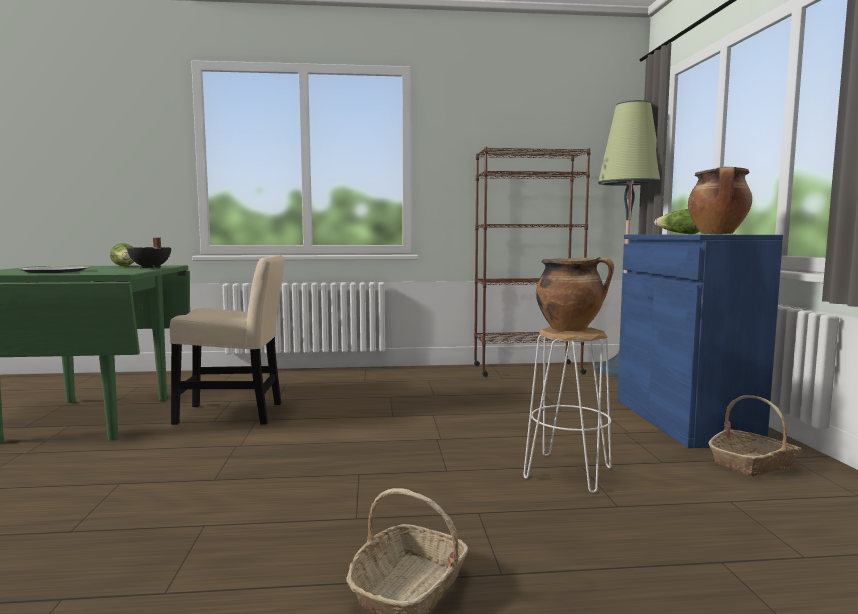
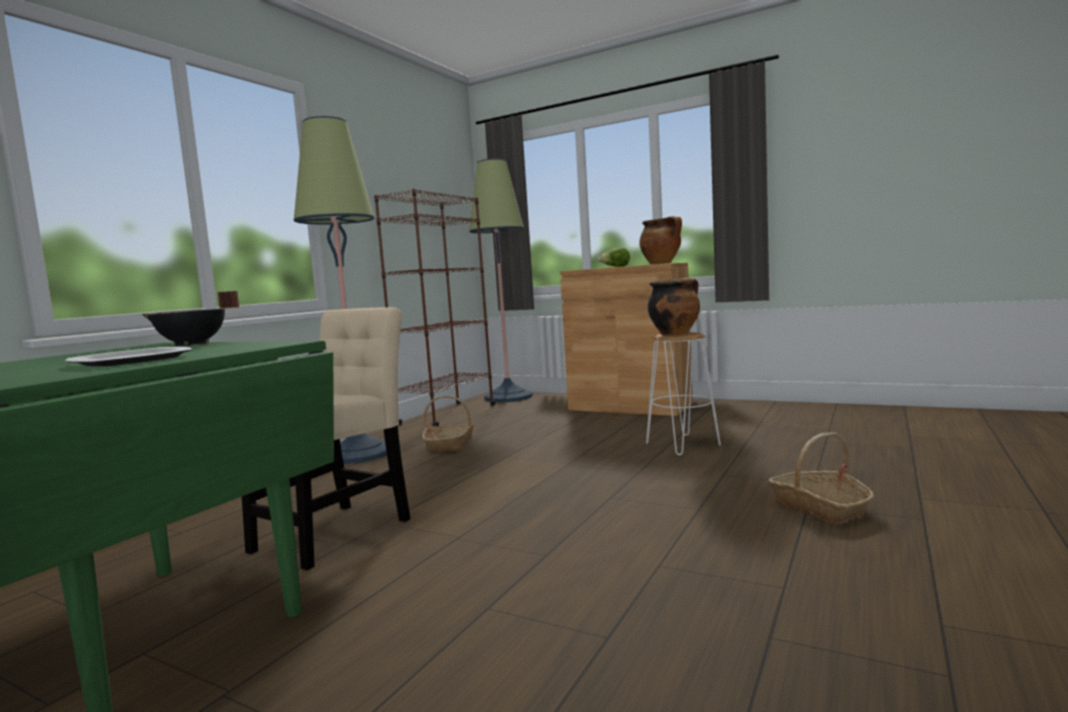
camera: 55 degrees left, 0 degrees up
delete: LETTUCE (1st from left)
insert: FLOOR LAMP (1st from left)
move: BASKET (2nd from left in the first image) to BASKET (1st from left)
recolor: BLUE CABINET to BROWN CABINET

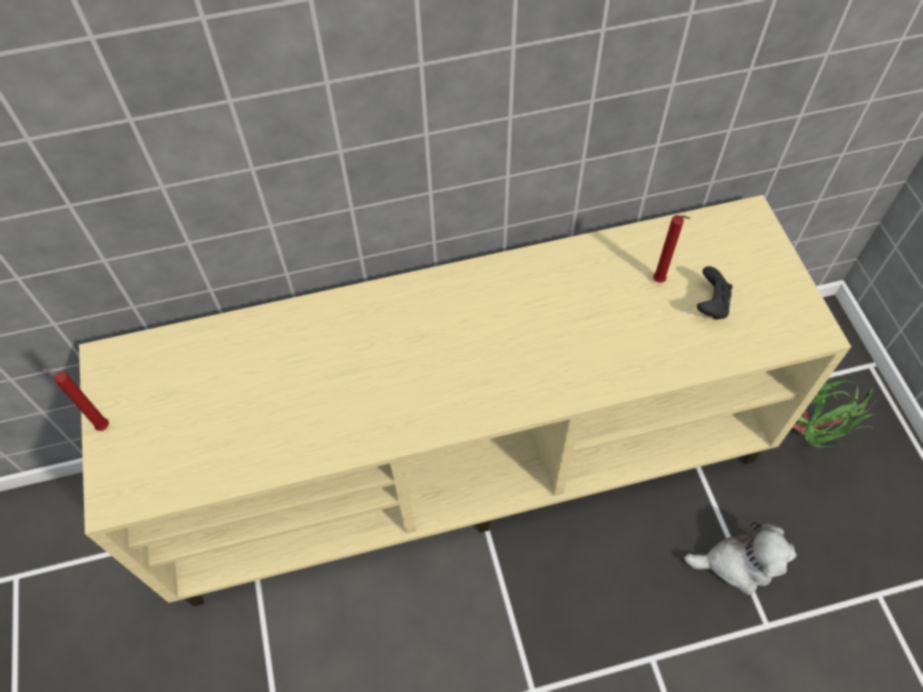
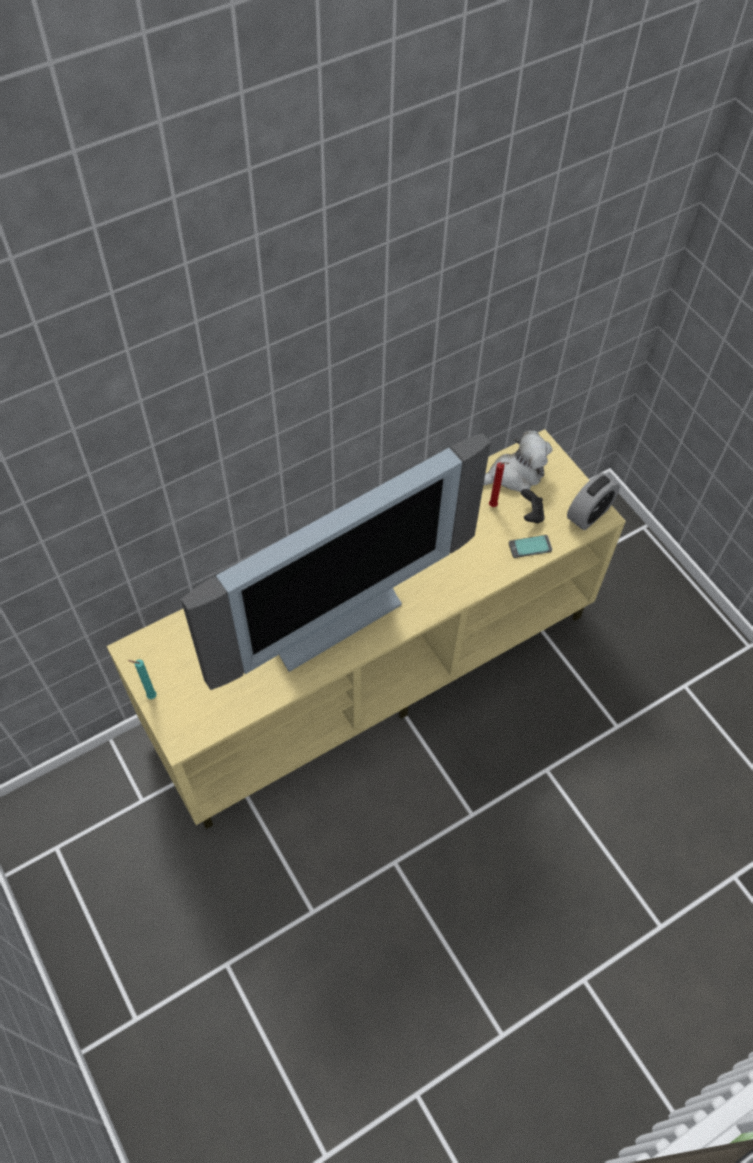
camera: 20 degrees left, 0 degrees up
delete: POTTED PLANT
insert: TELEVISION; PHONE; ALARM CLOCK
move: PLUSH TOY
recolor: RED CANDLE (1st from left) to TURQUOISE CANDLE

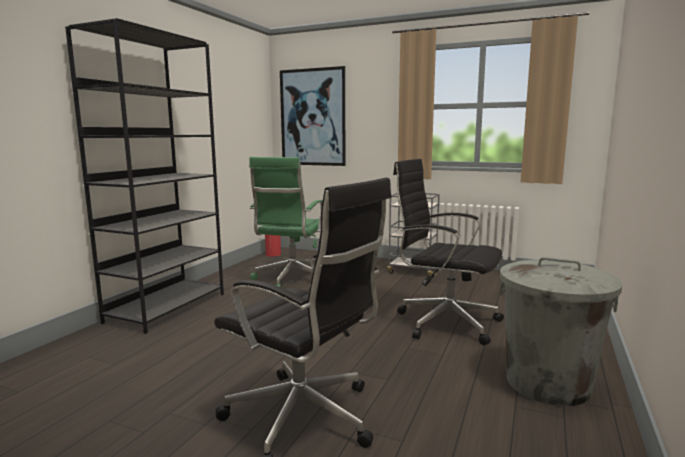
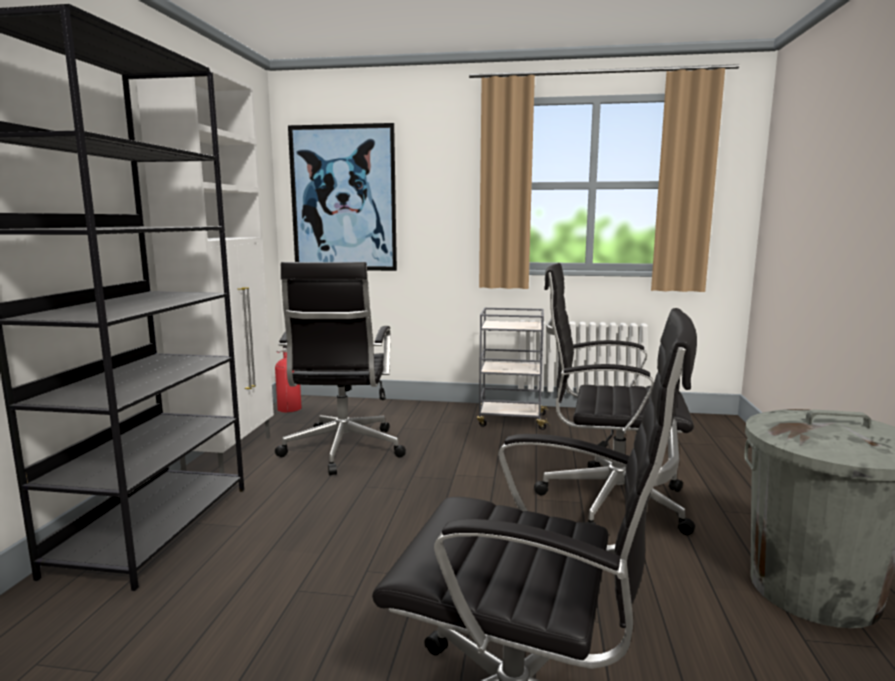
camera: 15 degrees left, 0 degrees up
insert: WHITE CABINET
recolor: GREEN OFFICE CHAIR to BLACK OFFICE CHAIR (1st from left)

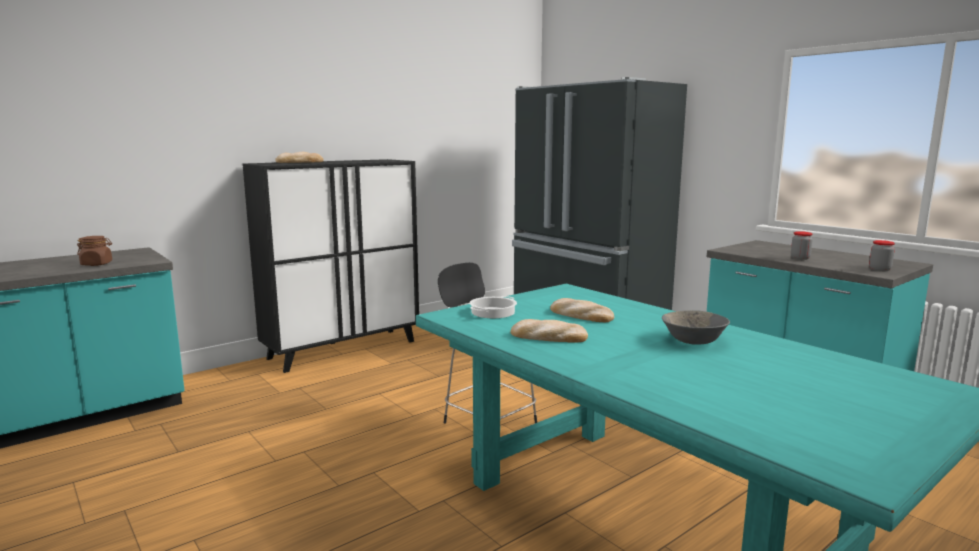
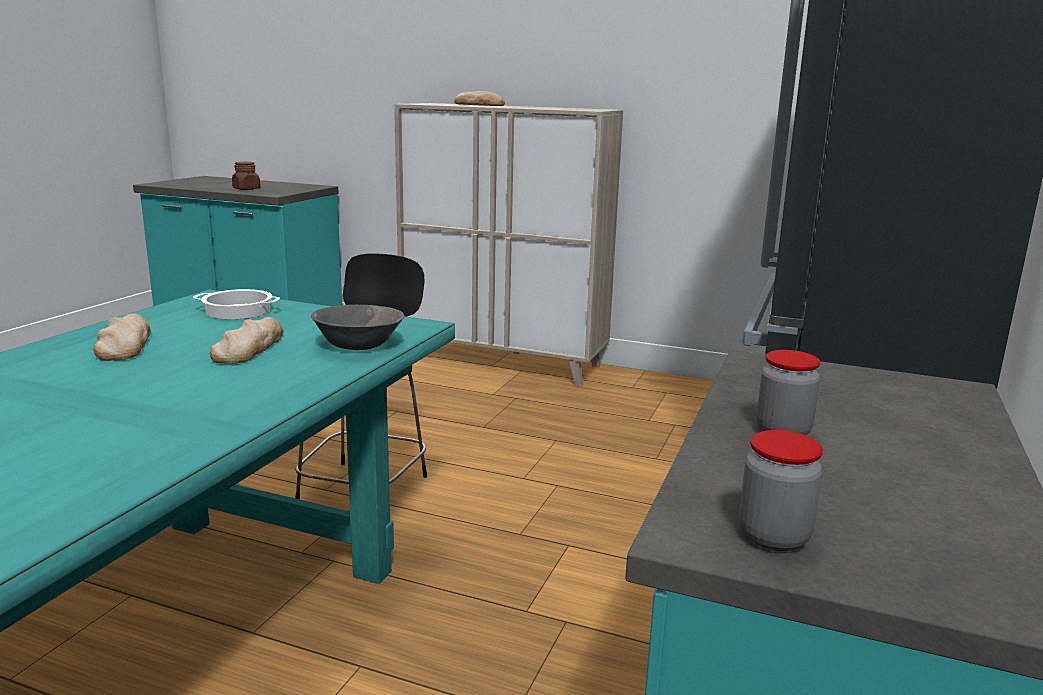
camera: 60 degrees right, 5 degrees up
move: GREY BOWL
recolor: BLACK CABINET to BEIGE CABINET

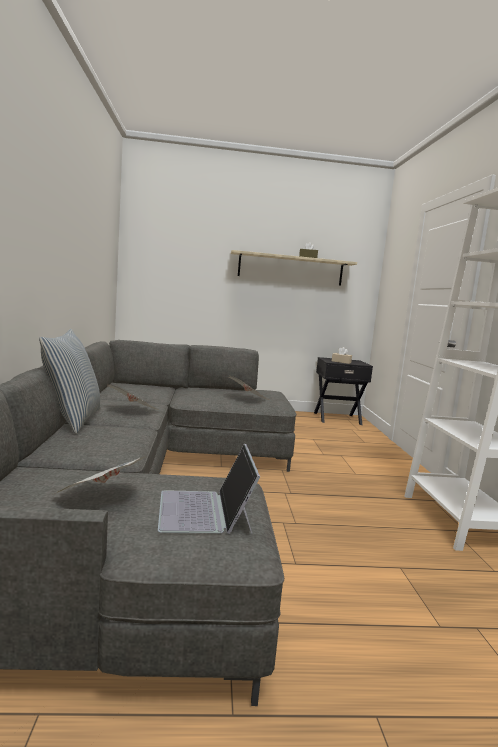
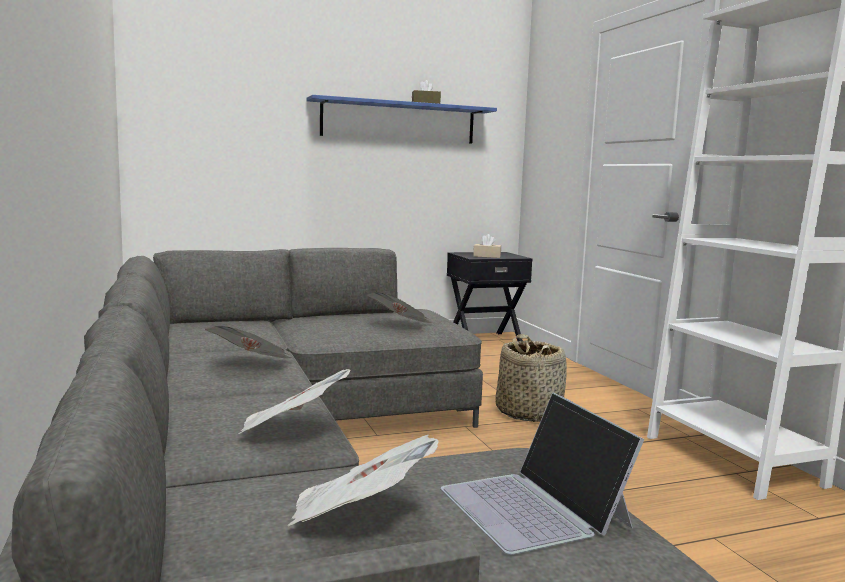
camera: 15 degrees left, 0 degrees up
delete: PILLOW
insert: NEWSPAPER (2nd from left); BASKET
recolor: BEIGE SHELF to BLUE SHELF

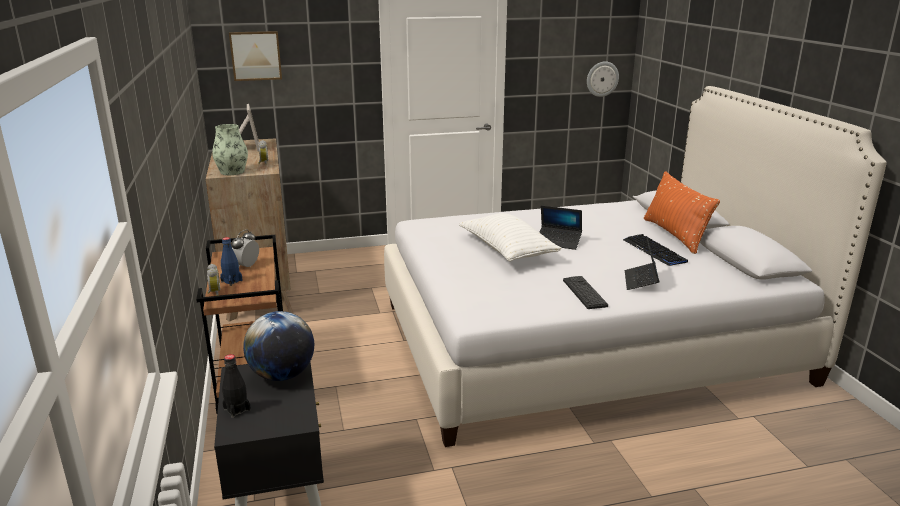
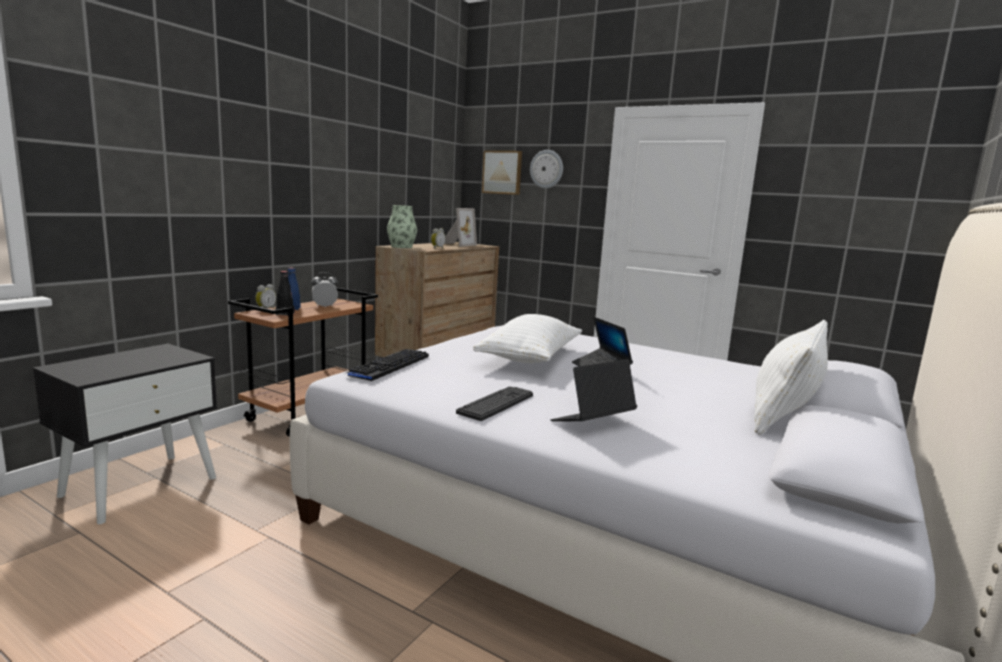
camera: 45 degrees right, 10 degrees down
delete: GLOBE
move: BLACK BOTTLE; WALL CLOCK; KEYBOARD (2nd from left in the first image) to KEYBOARD (1st from left)
recolor: ORANGE PILLOW to WHITE PILLOW (2nd from left)

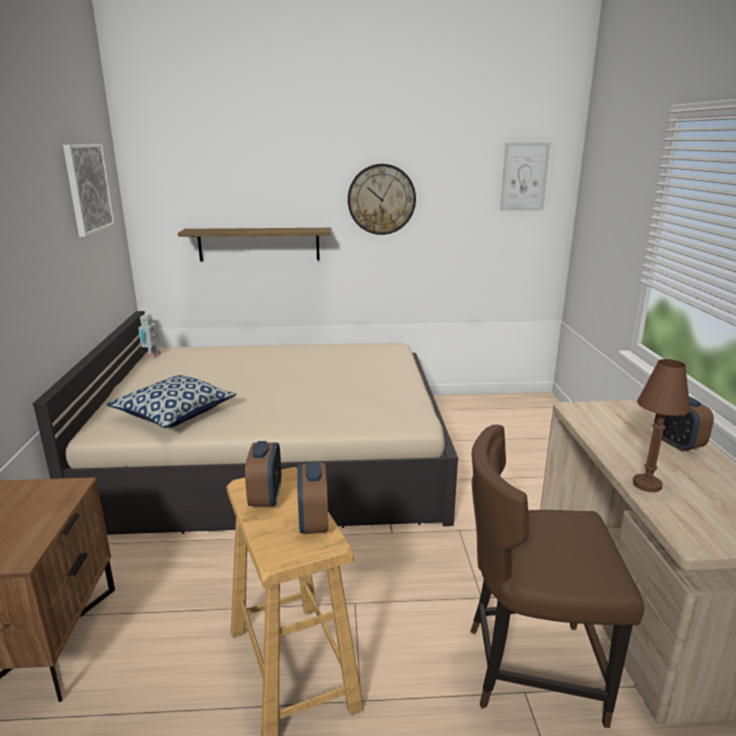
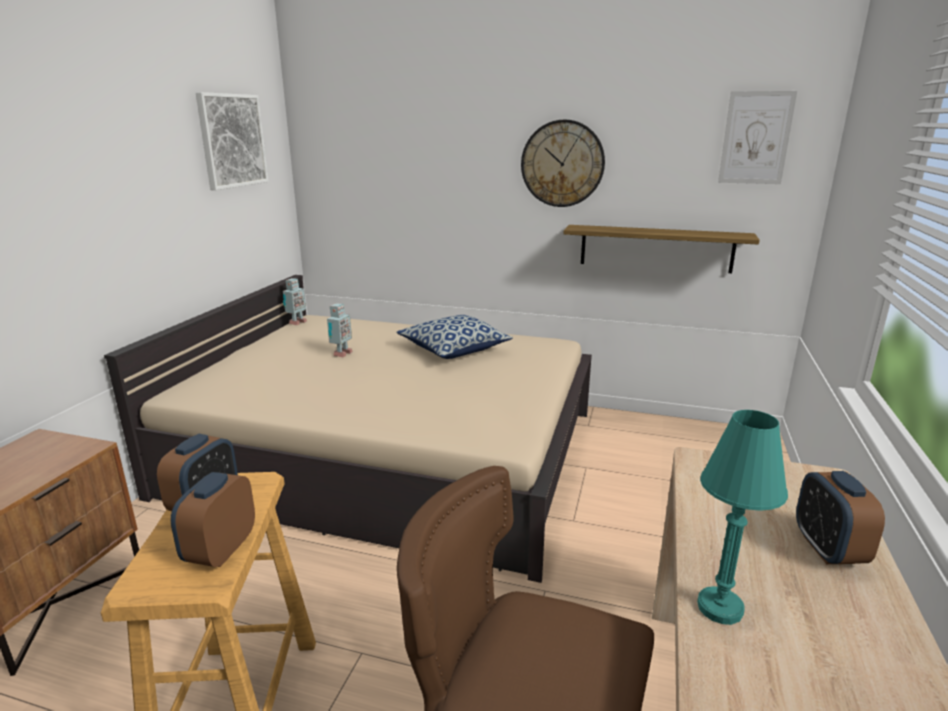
camera: 20 degrees right, 0 degrees up
insert: TOY ROBOT (2nd from left)
move: PILLOW; SHELF
recolor: BROWN TABLE LAMP to TURQUOISE TABLE LAMP

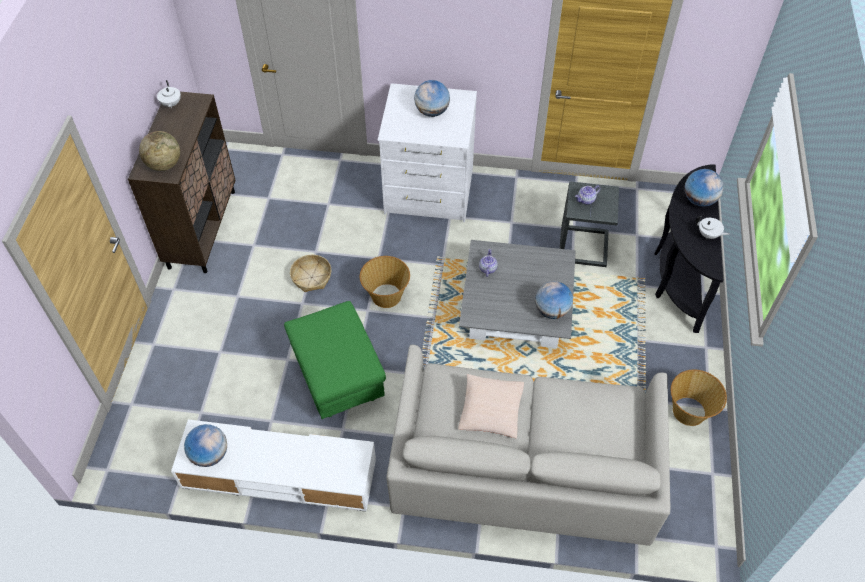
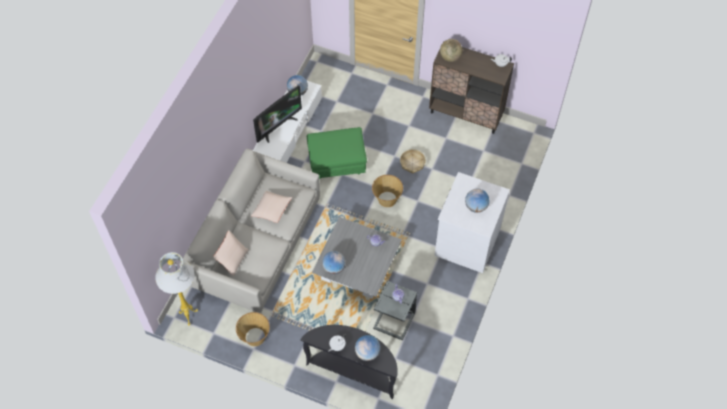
camera: 105 degrees right, 5 degrees up
insert: WHITE FLOOR LAMP; BEIGE PILLOW (1st from left); TELEVISION

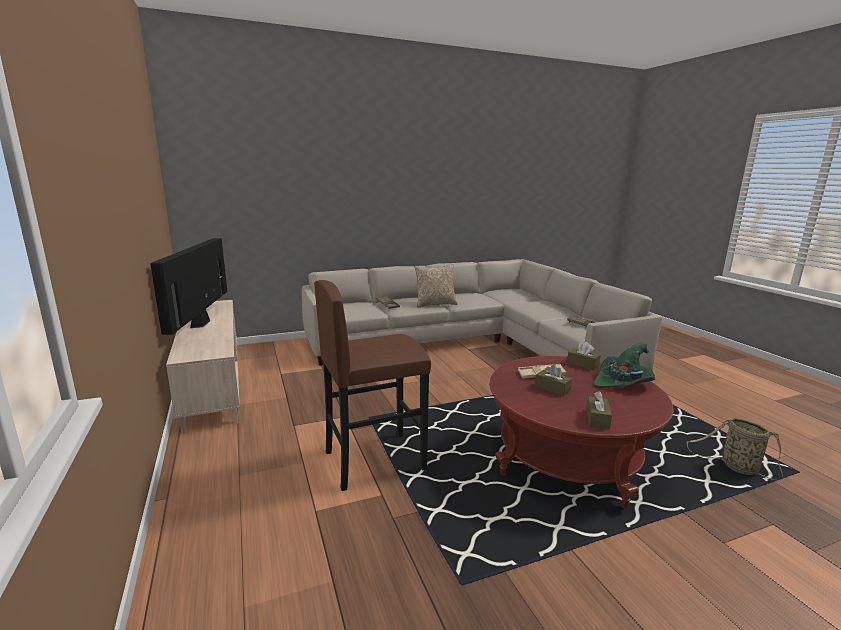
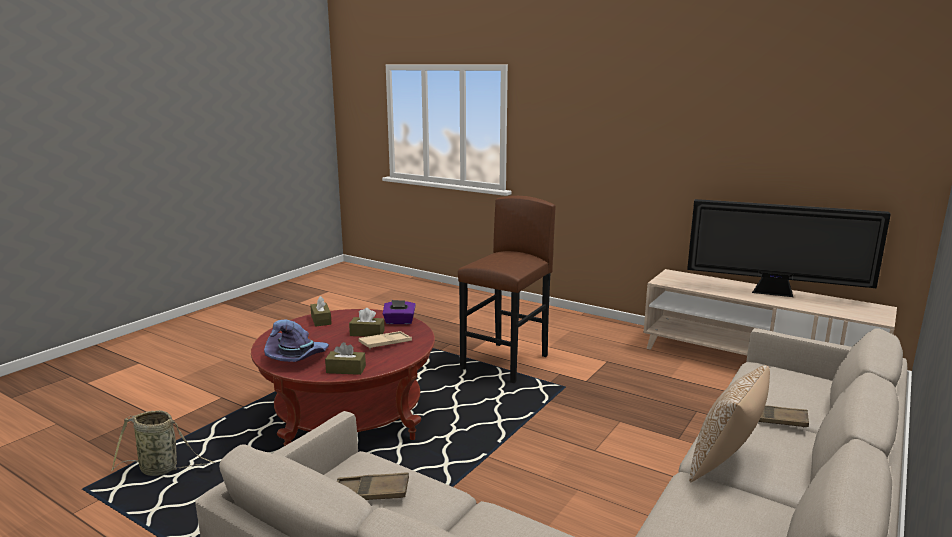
camera: 145 degrees right, 0 degrees up
insert: PURPLE TISSUE BOX
recolor: GREEN HAT to PURPLE HAT
rotate: TELEVISION 150 degrees clockwise

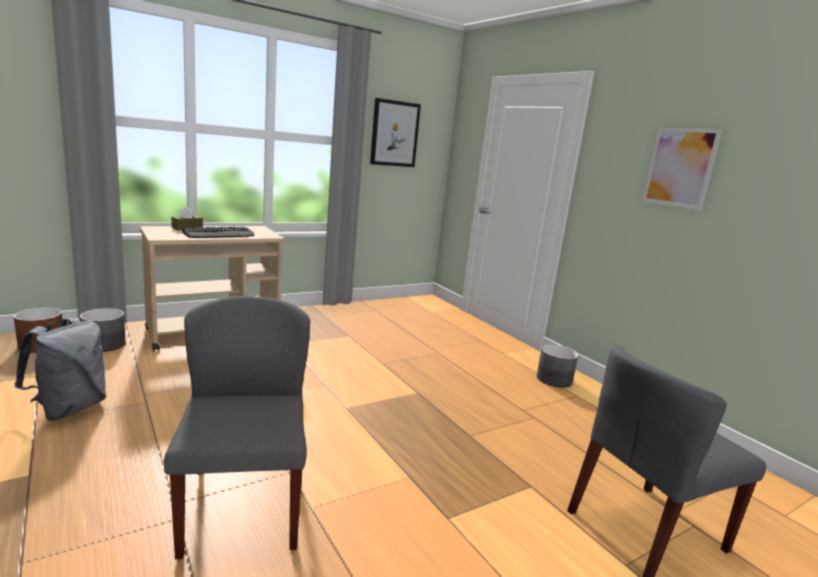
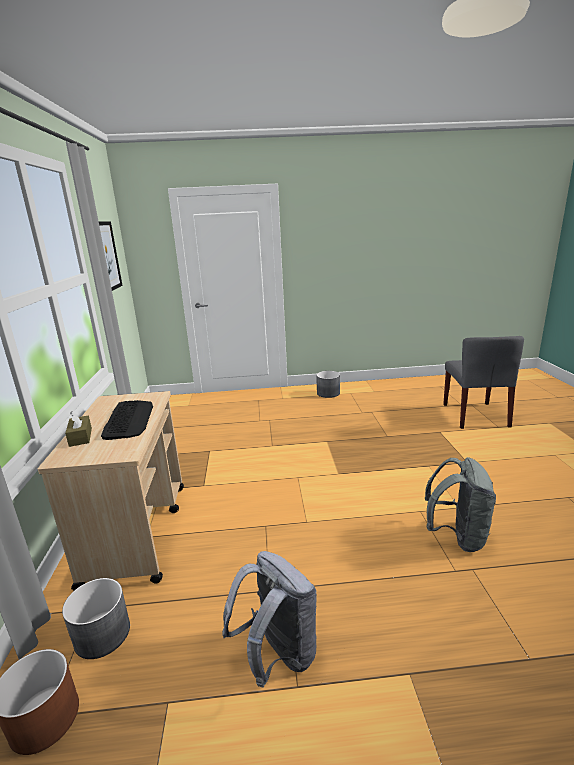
camera: 60 degrees left, 5 degrees up
delete: PICTURE (2nd from left)
replace: GREY CHAIR (1st from left) to GREY BACKPACK (2nd from left)

